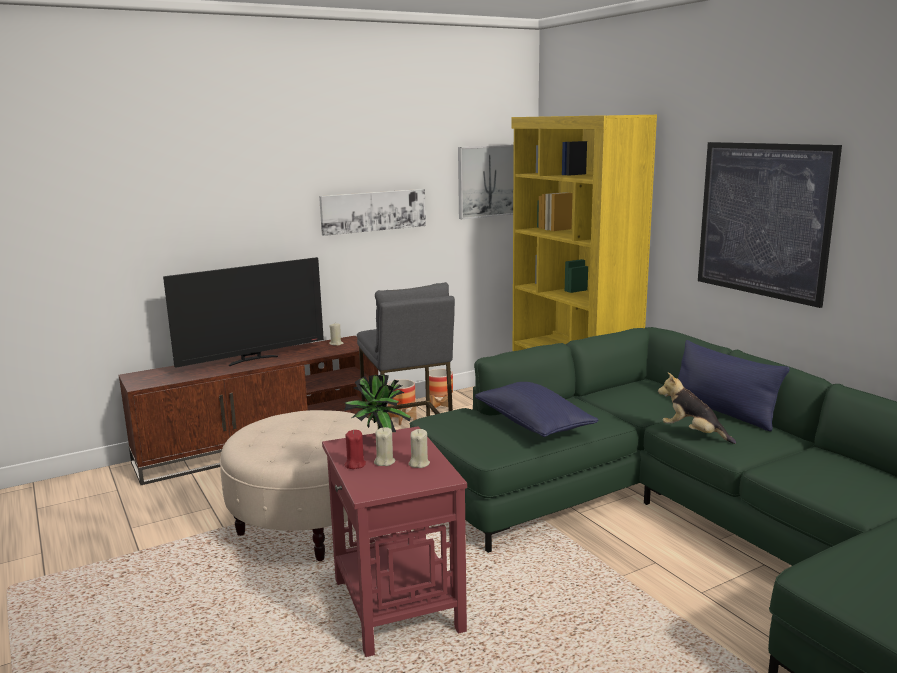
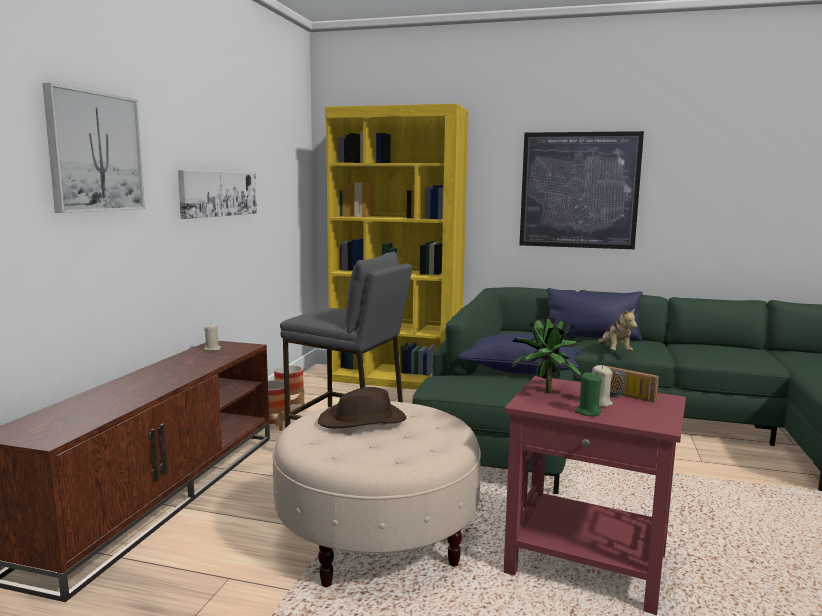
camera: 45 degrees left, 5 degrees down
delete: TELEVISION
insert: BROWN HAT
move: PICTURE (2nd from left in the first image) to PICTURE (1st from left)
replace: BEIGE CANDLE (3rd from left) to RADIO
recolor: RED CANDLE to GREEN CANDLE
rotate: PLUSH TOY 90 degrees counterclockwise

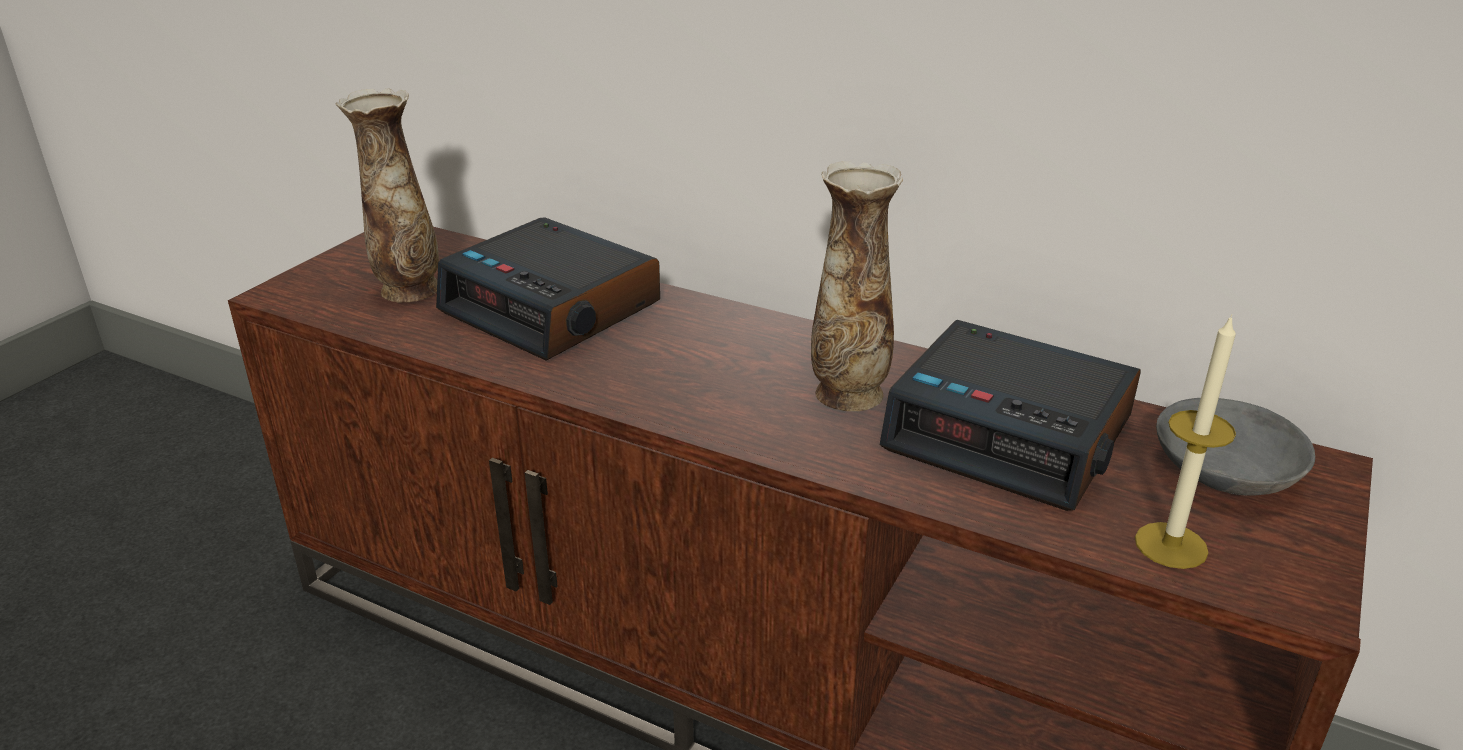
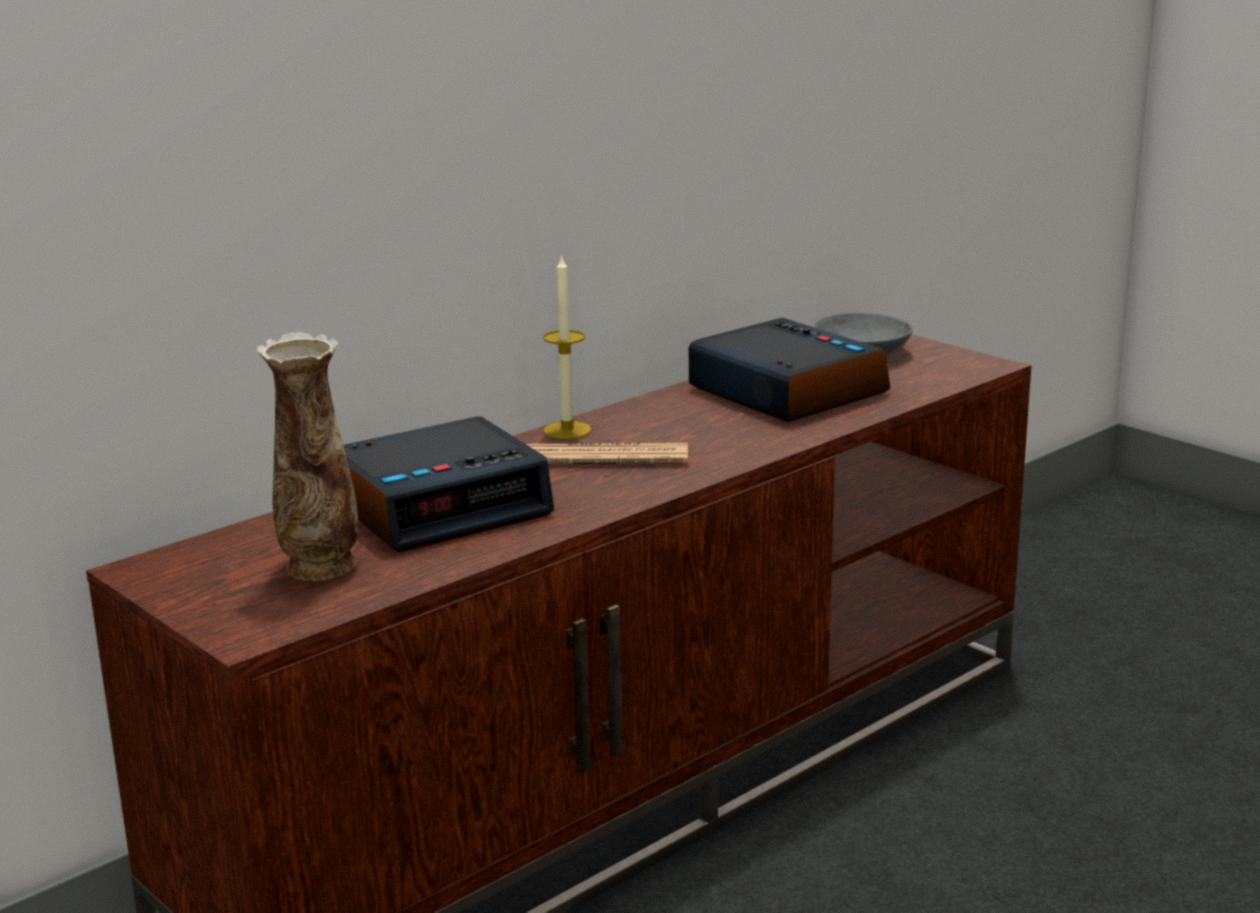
camera: 70 degrees left, 10 degrees down
delete: VASE (2nd from left)
insert: NEWSPAPER
move: CANDLE
rotate: ALARM CLOCK (2nd from left) 90 degrees counterclockwise

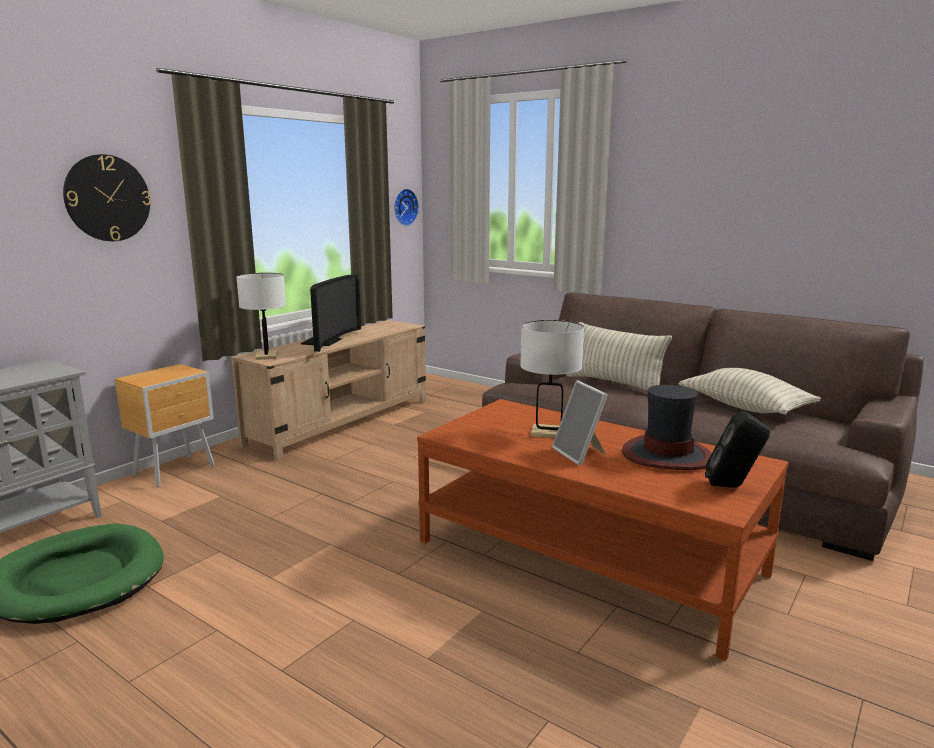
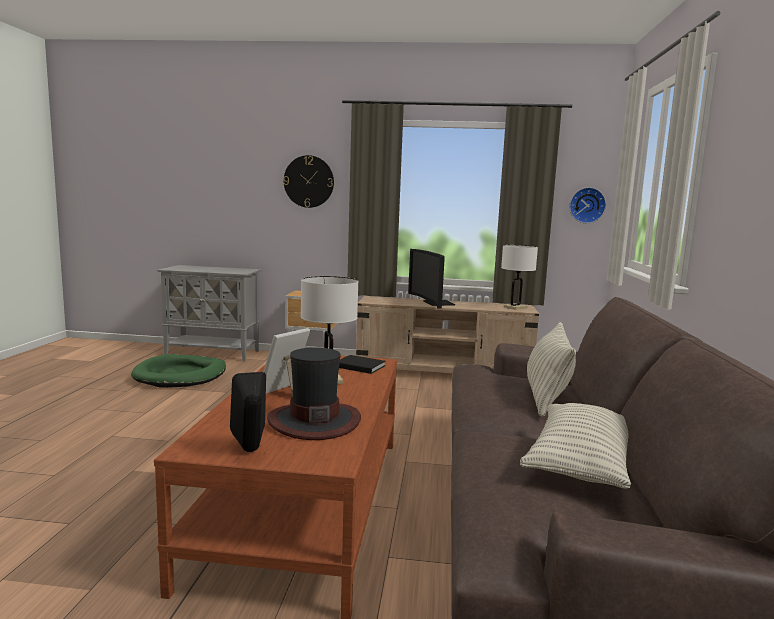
camera: 60 degrees right, 5 degrees down
insert: BLACK BOOK
move: WHITE TABLE LAMP (1st from left in the first image) to WHITE TABLE LAMP (2nd from left)
rotate: TELEVISION 90 degrees clockwise

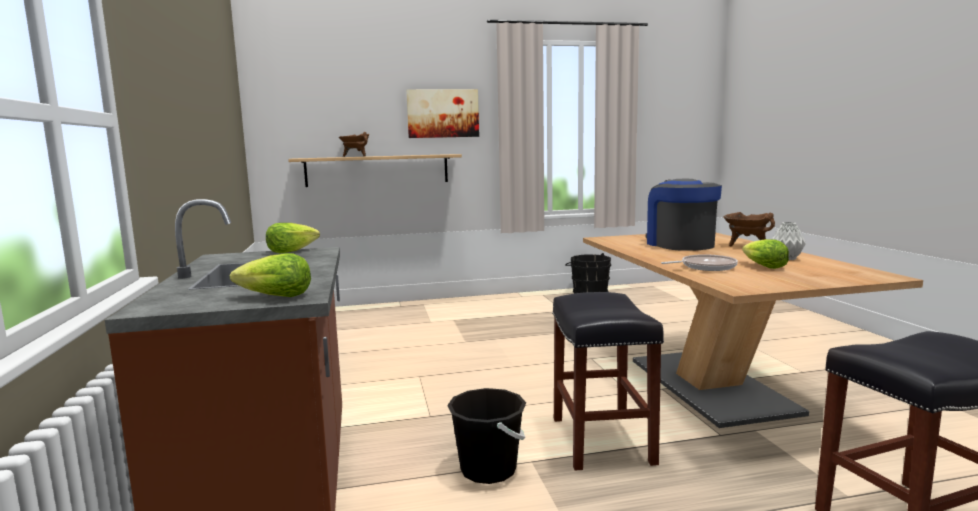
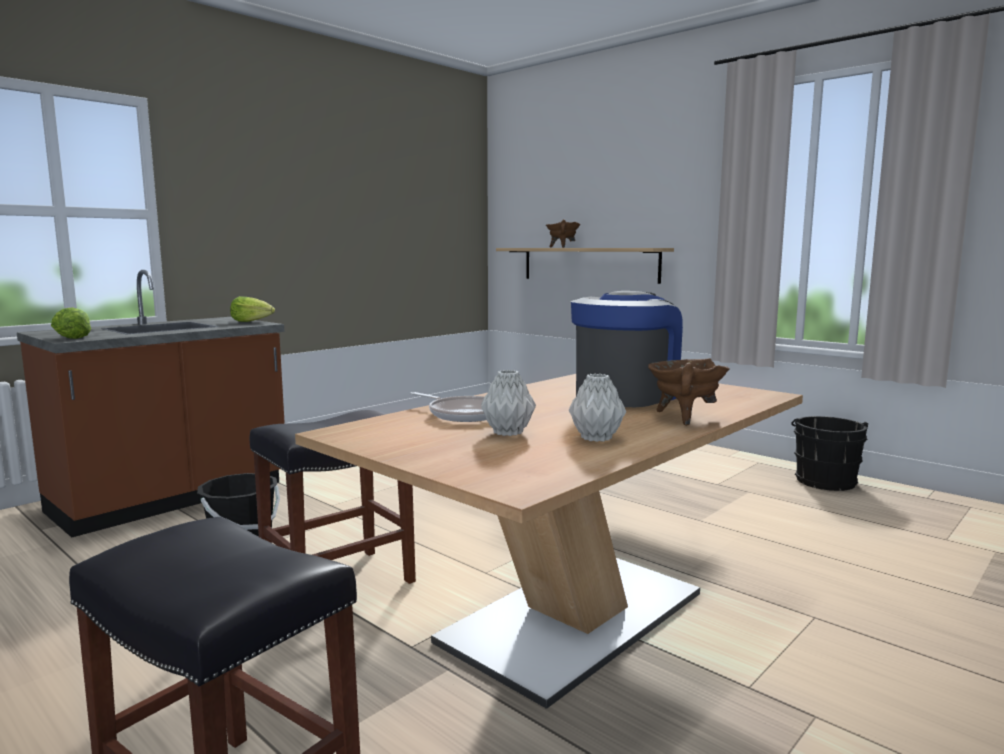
camera: 55 degrees right, 0 degrees up
delete: PICTURE
replace: LETTUCE (3rd from left) to GREY VASE (1st from left)

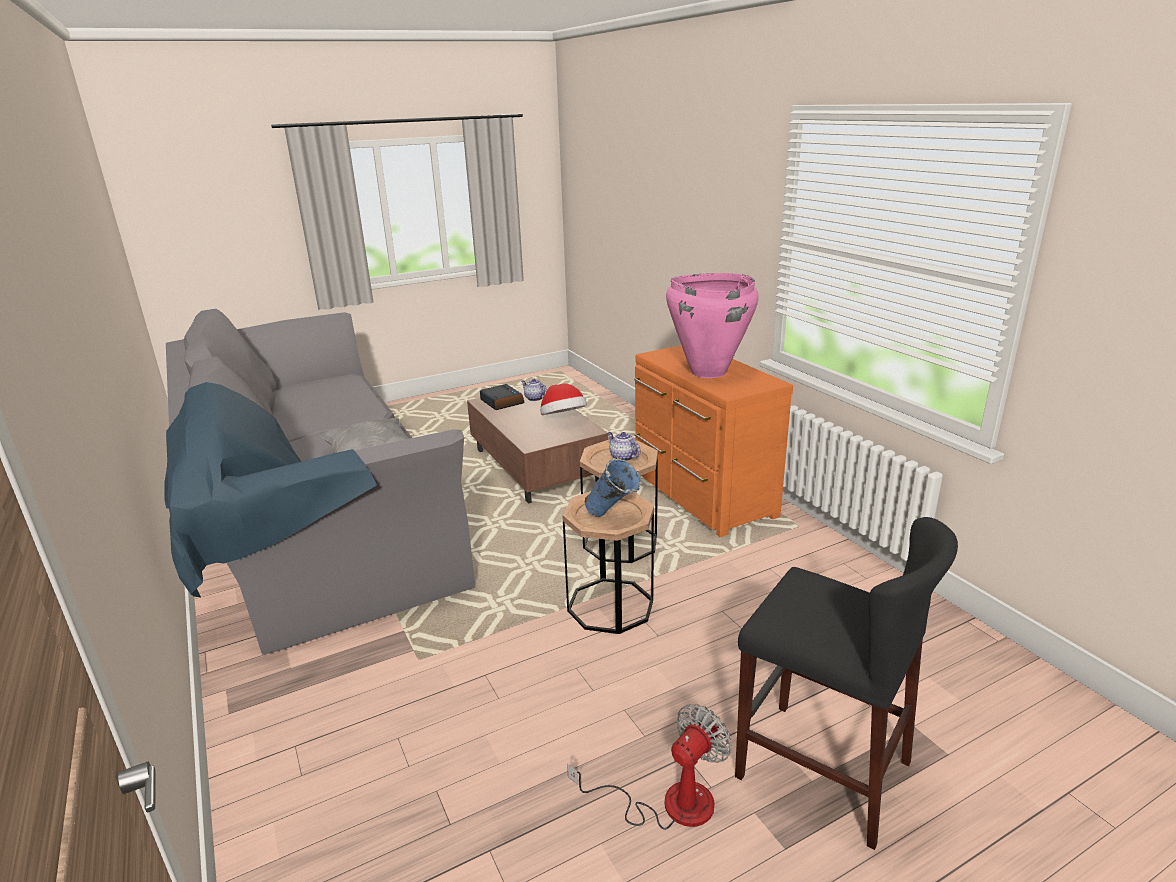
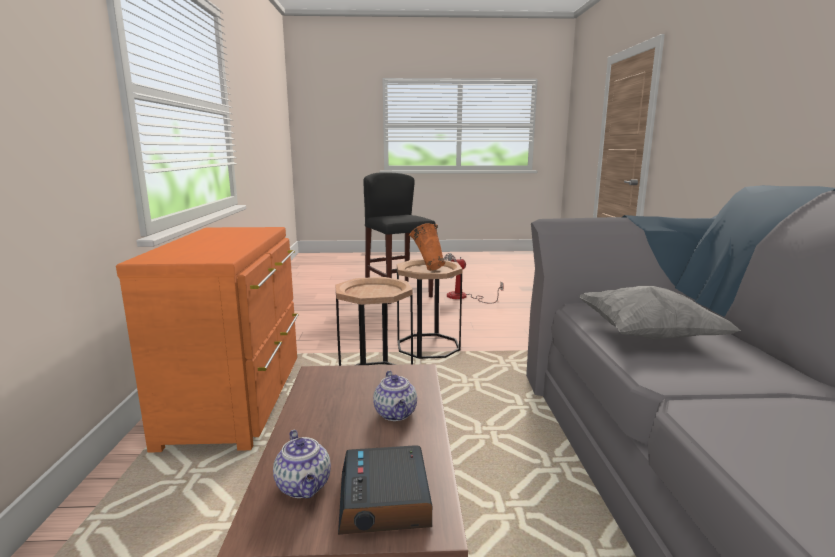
camera: 155 degrees left, 10 degrees down
delete: HAT; PINK VASE
move: TEAPOT (2nd from left)
recolor: BLUE VASE to ORANGE VASE

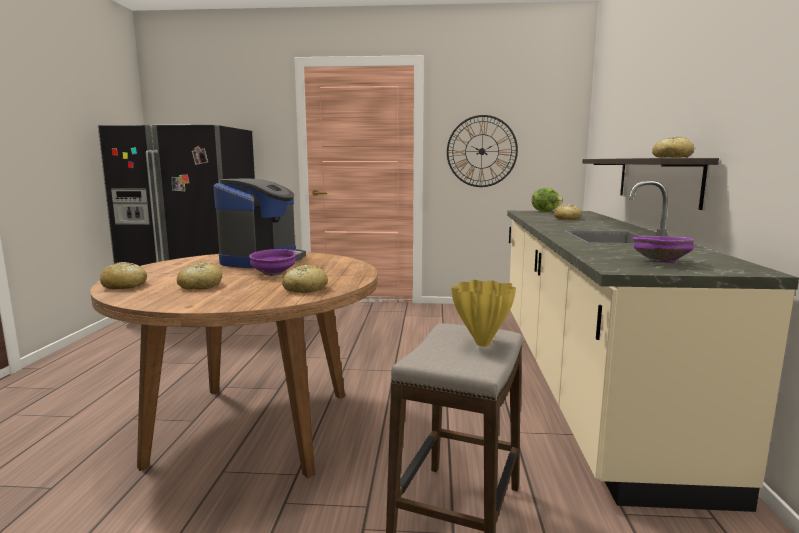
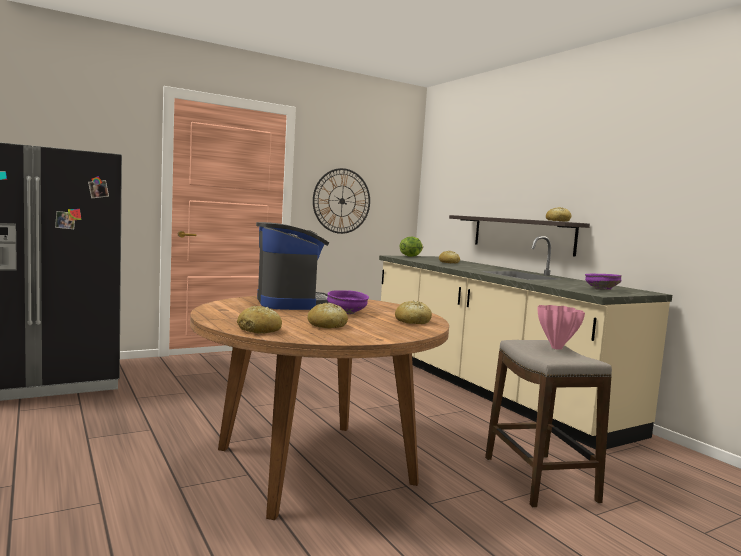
camera: 35 degrees left, 5 degrees down
recolor: YELLOW VASE to PINK VASE

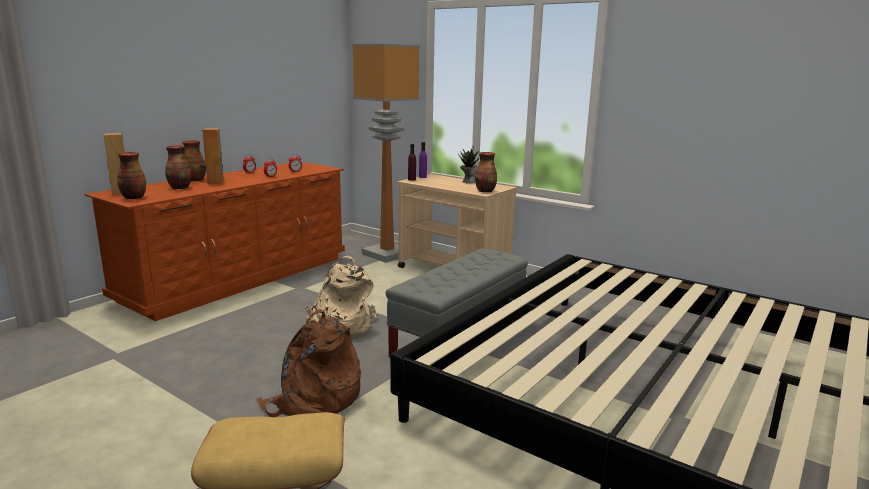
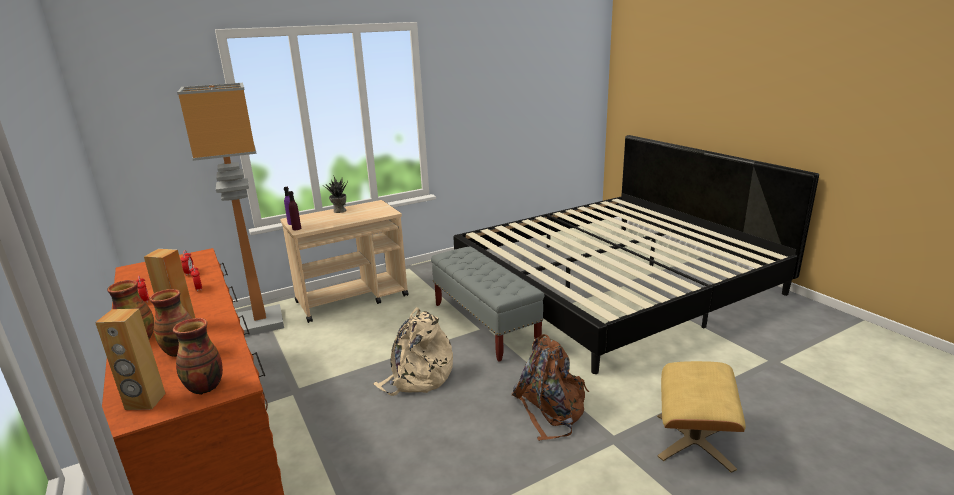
camera: 65 degrees left, 5 degrees up
delete: VASE (4th from left)

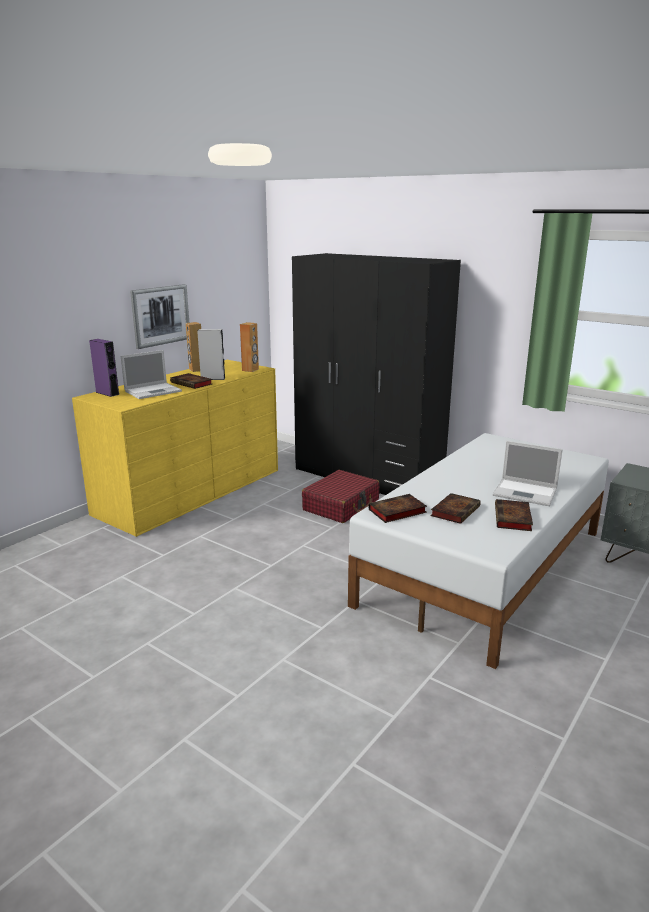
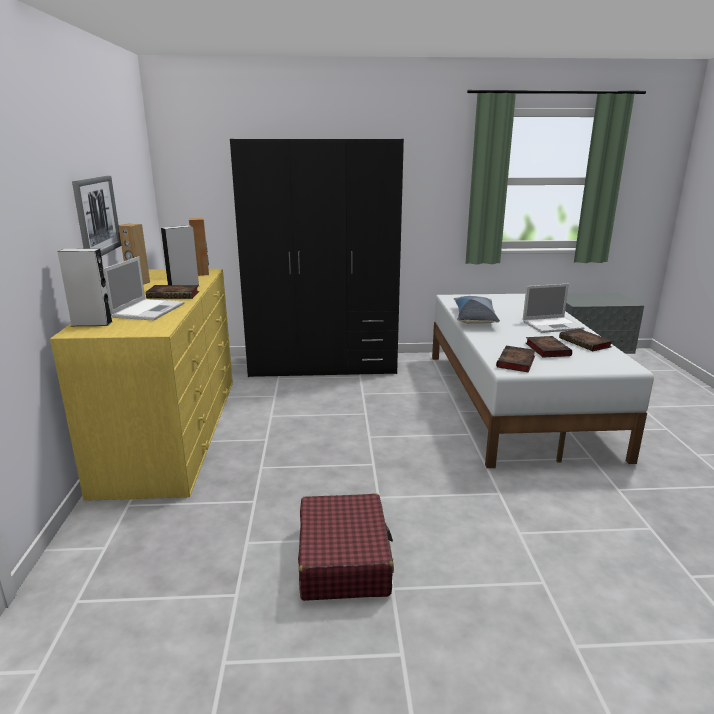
camera: 40 degrees left, 0 degrees up
insert: PILLOW
move: RED SUITCASE
recolor: PURPLE SPEAKER to GREY SPEAKER (1st from left)

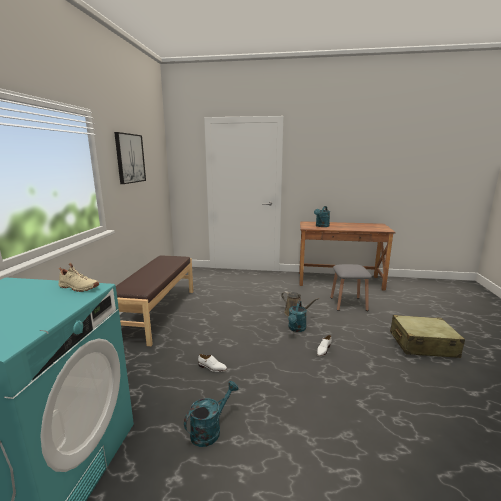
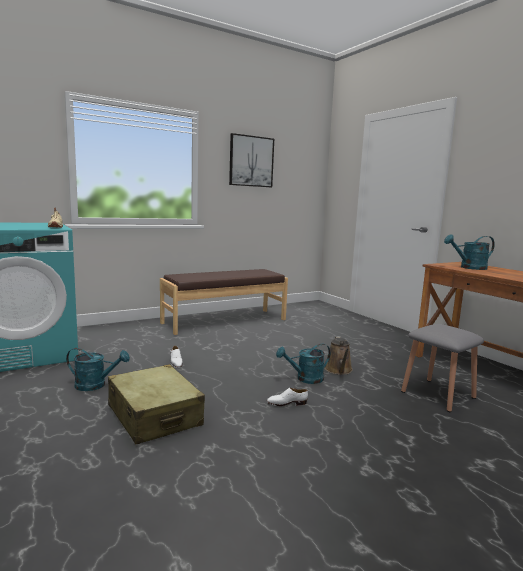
camera: 50 degrees right, 5 degrees down
move: BEIGE SUITCASE

